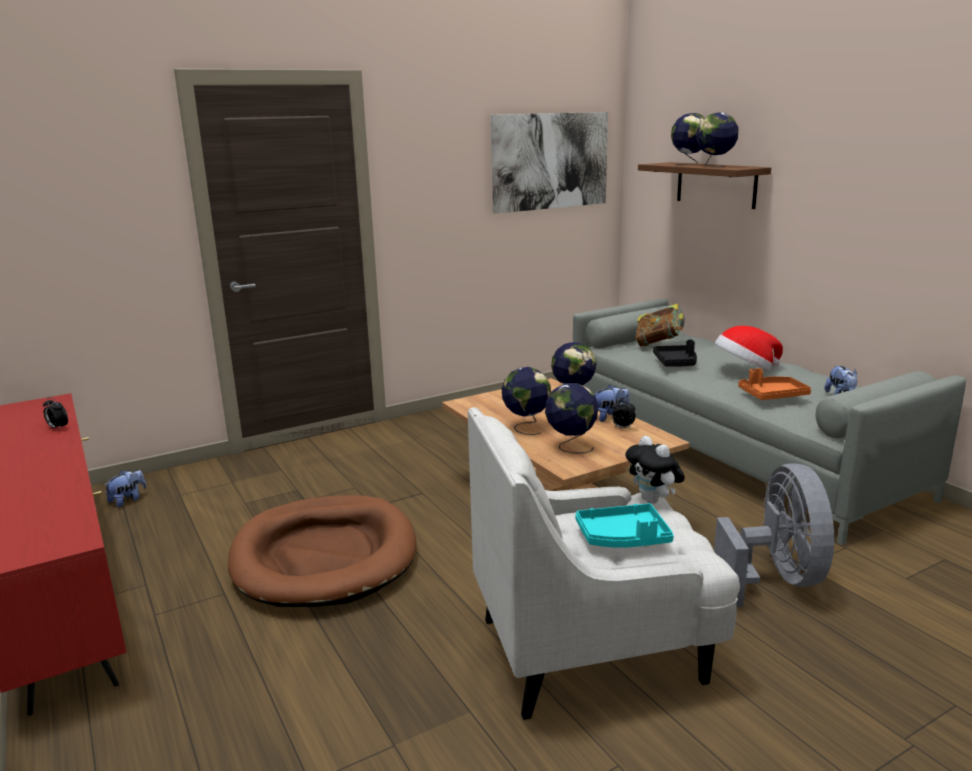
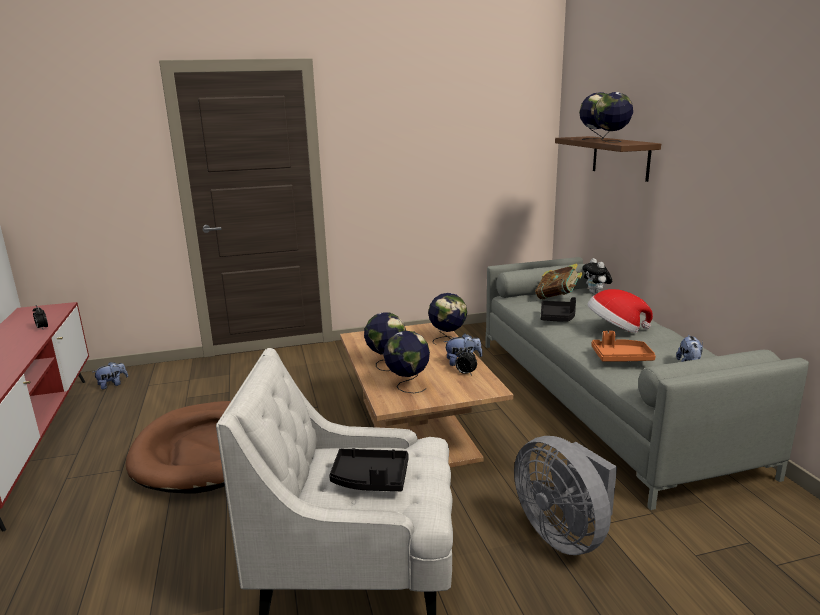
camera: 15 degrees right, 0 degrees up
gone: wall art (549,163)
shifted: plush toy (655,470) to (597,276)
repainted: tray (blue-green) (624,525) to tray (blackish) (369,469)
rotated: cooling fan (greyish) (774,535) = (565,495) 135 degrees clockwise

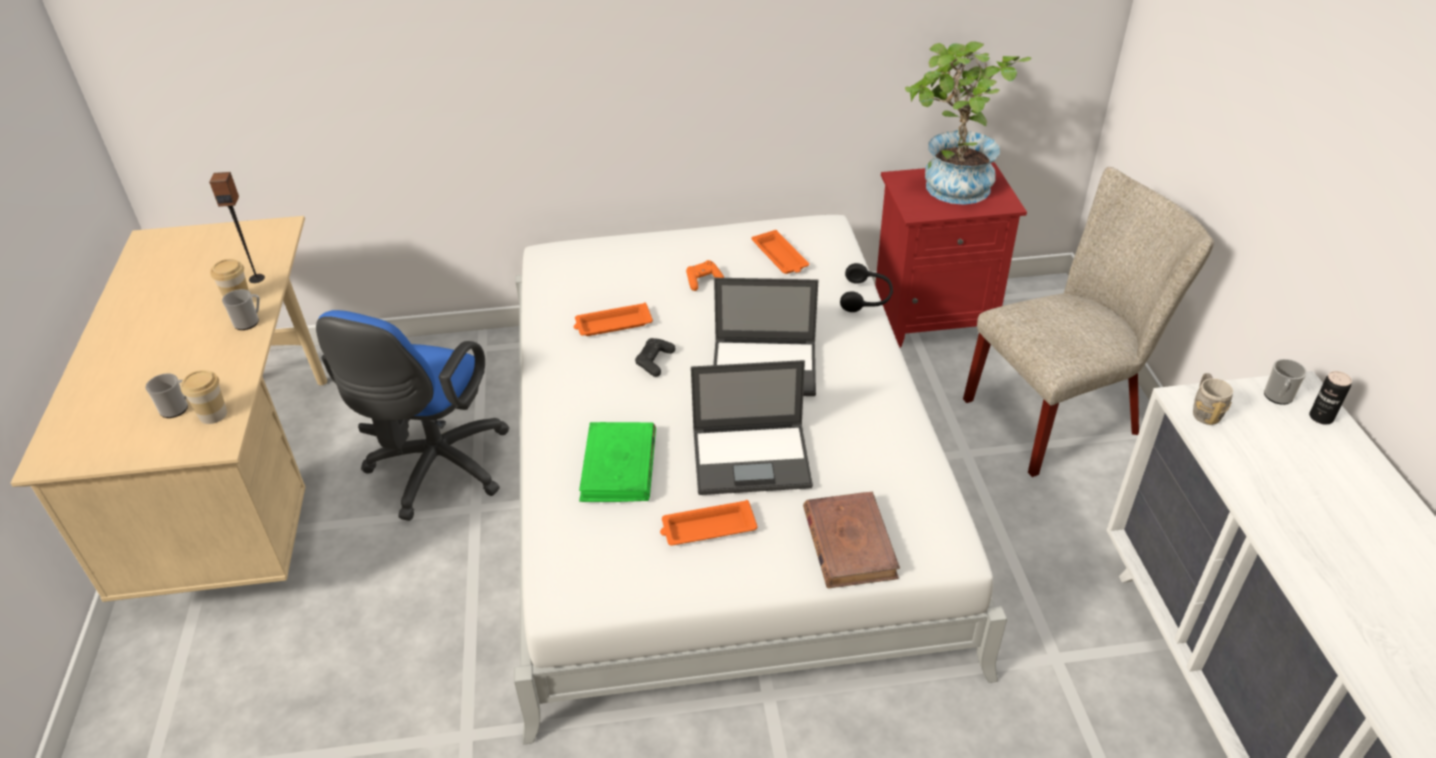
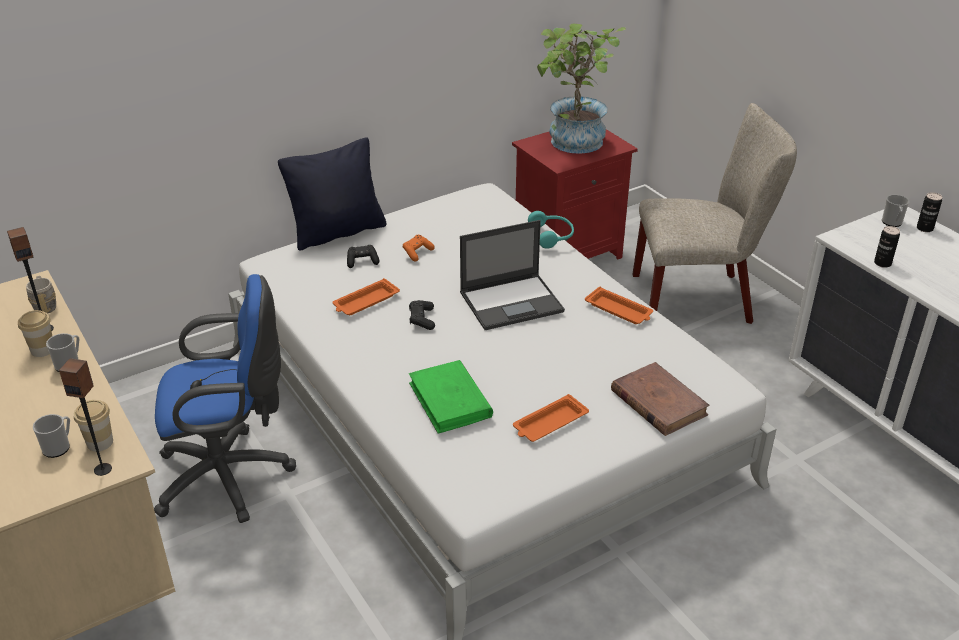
camera: 25 degrees left, 5 degrees down
gone: laptop (752,427)
new: loudspeaker (85,417); throw pillow (blackish) (332,194); game controller (blackish) (363,256); can (887,247)
shifted: tray (orange) (780,252) to (619,305); coffee mug (greyish) (1213,399) to (41,295)
repainted: headphones (blackish) (866,287) to headphones (blue-green) (551,230)
rotated: office chair (blue) (412,415) = (225,398) 90 degrees counterclockwise; plain chair (beige) (1088,322) = (715,213) 45 degrees clockwise

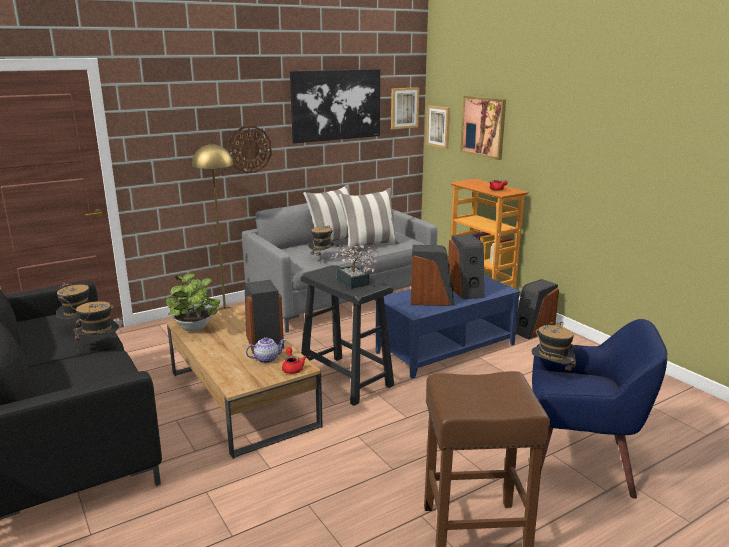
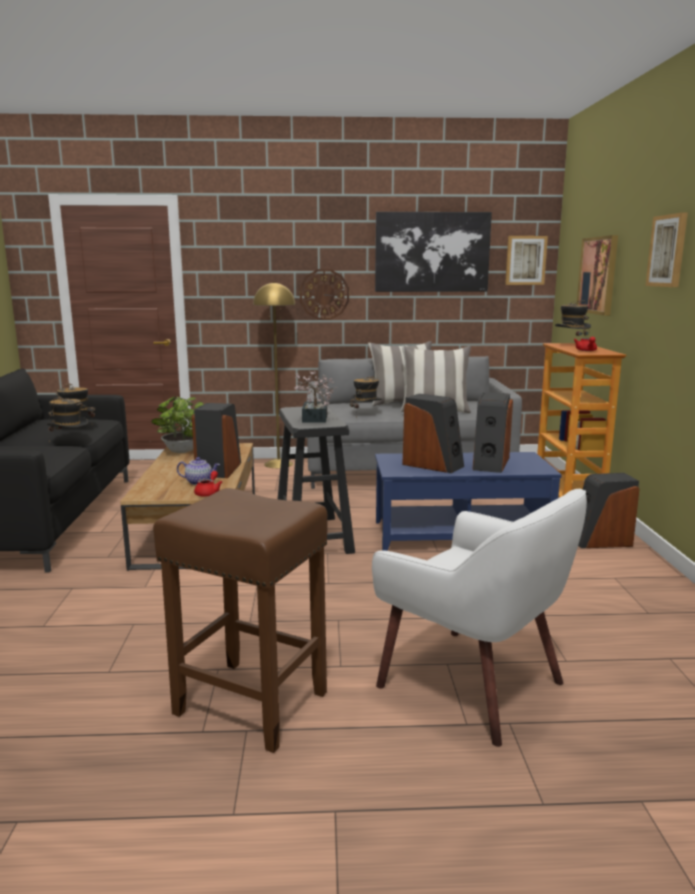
camera: 30 degrees right, 5 degrees down
shifted: wall art (438,127) to (666,249); hat (553,349) to (573,318)
repainted: lounge chair (blue) (600,409) to lounge chair (white) (479,618)

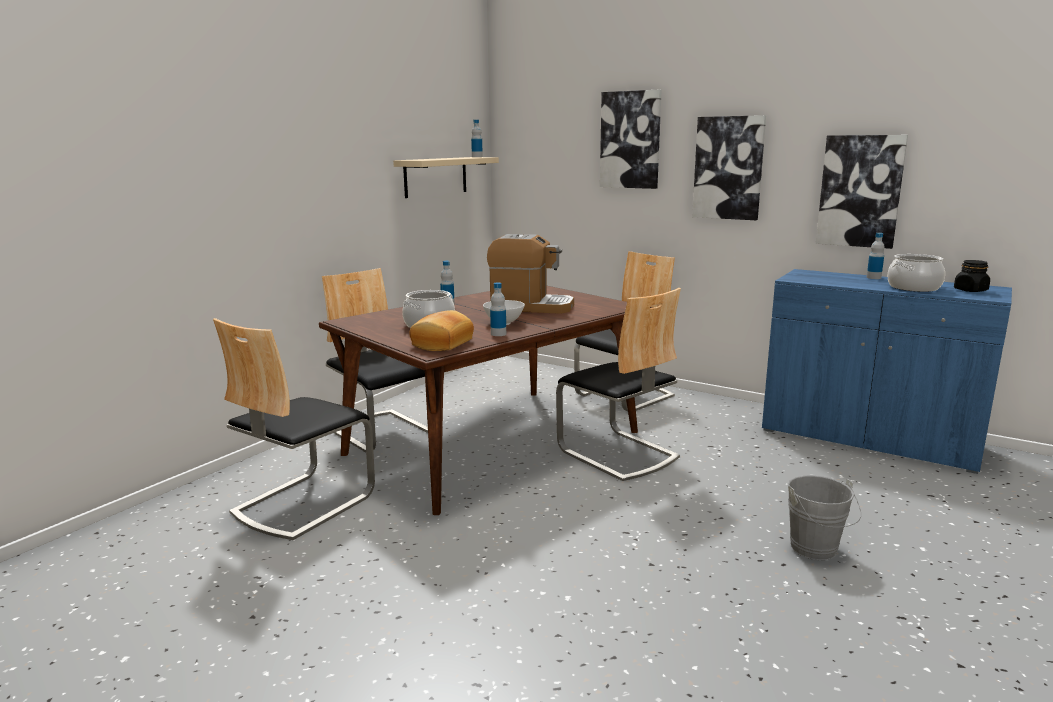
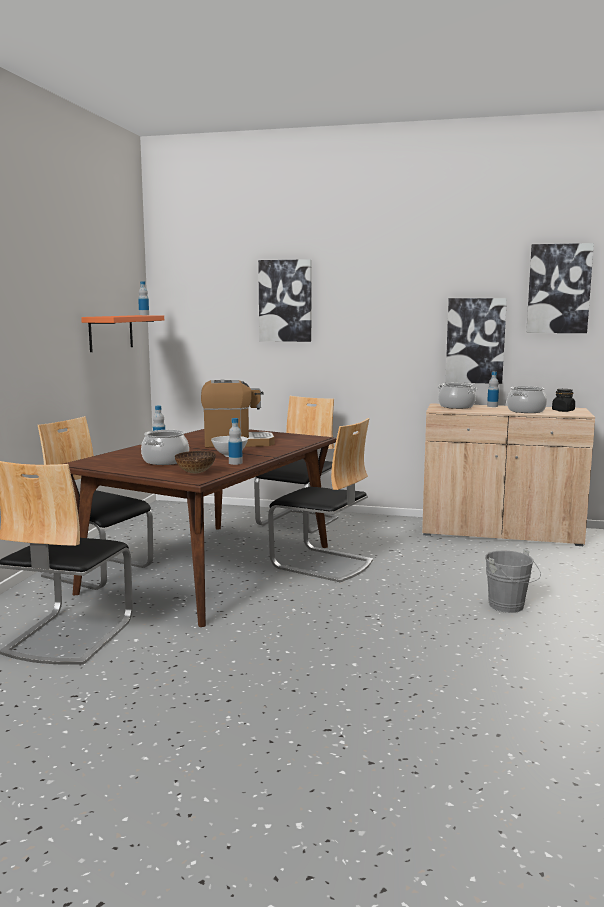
camera: 20 degrees left, 5 degrees down
new: saucepot (457,396)
shifted: wall art (729,167) to (560,288)
swapped: bread (441,330) to serving bowl (195,462)
repainted: bracket shelf (beige) (446,177) to bracket shelf (orange) (122,333); storage cabinet (blue) (887,371) to storage cabinet (beige) (508,474)

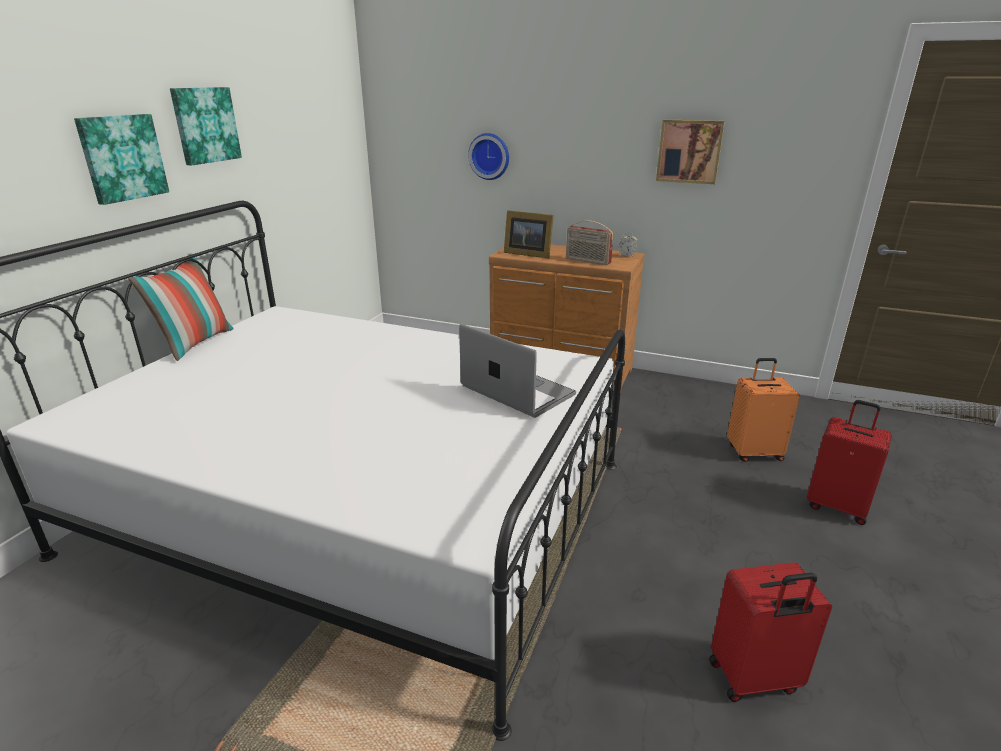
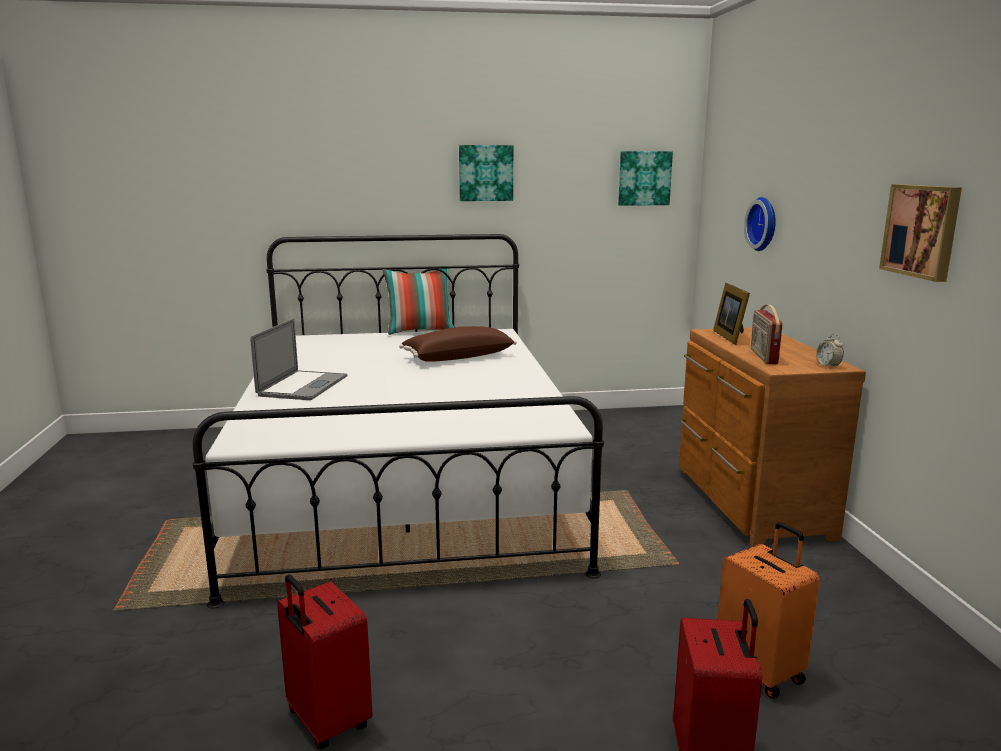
camera: 60 degrees right, 10 degrees down
new: throw pillow (brownish) (458,344)
shifted: wall art (121,159) to (645,178); laptop (517,371) to (298,359)

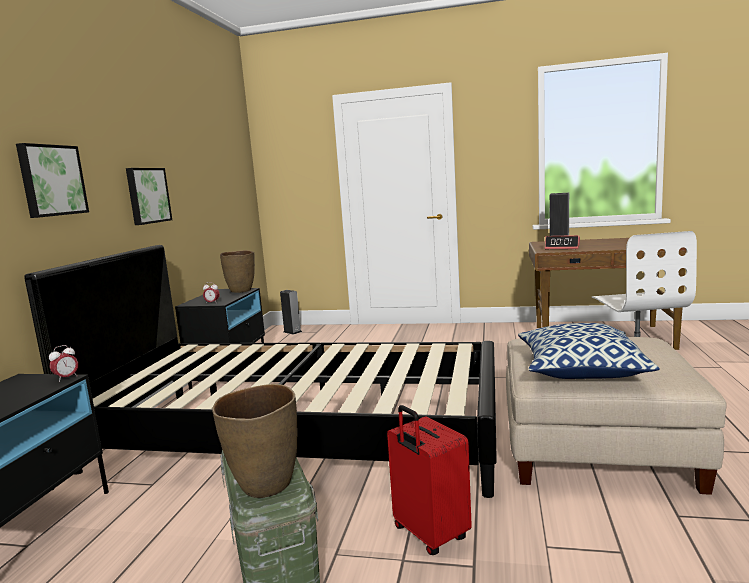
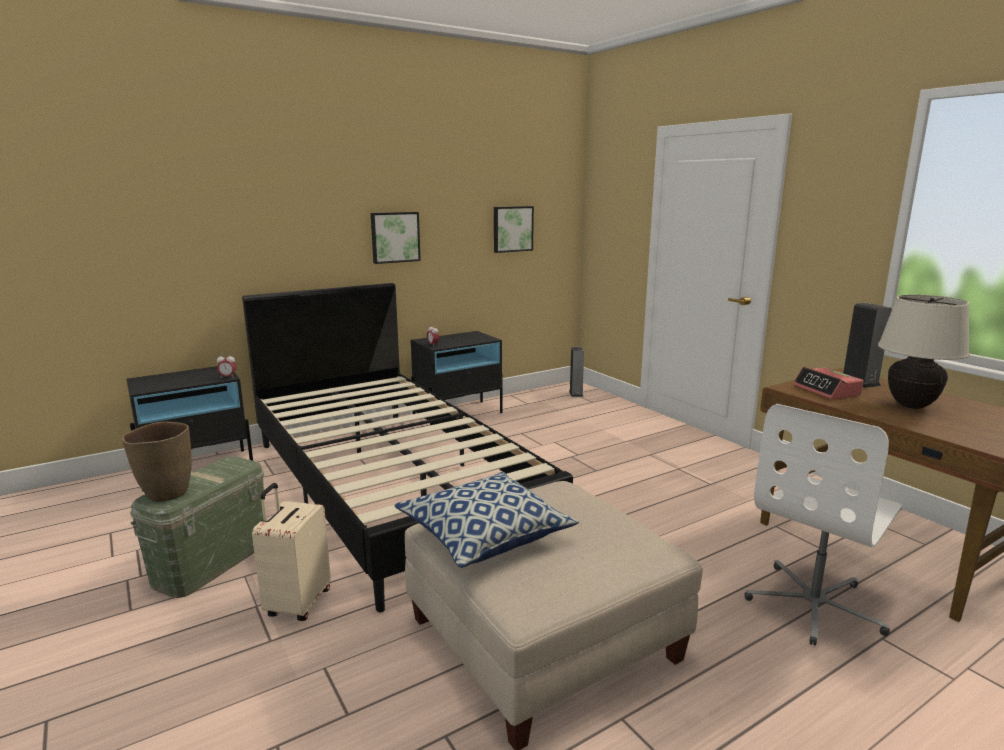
camera: 45 degrees right, 5 degrees up
gone: vase (brownish) (237,271)
new: tabletop lamp (beige) (924,352)
shifted: wall art (52,180) to (514,229)
repainted: travel case (red-coloured) (429,480) to travel case (beige) (291,552)

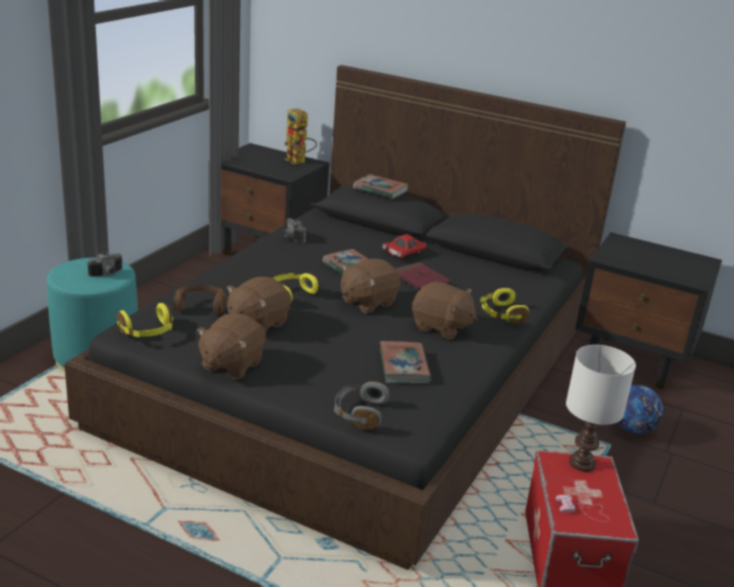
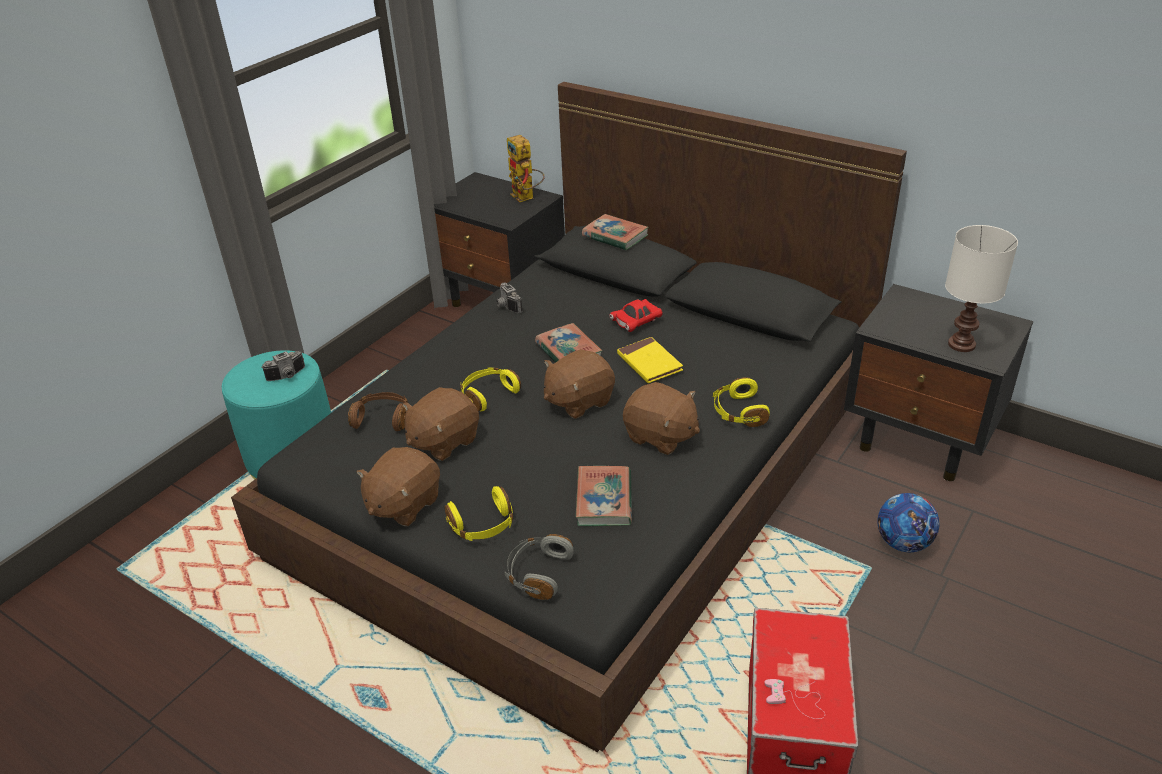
camera: 10 degrees right, 10 degrees up
shifted: headphones (yellow) (145,320) to (479,513); tabletop lamp (white) (601,408) to (981,288)
repainted: bound book (red-coloured) (422,276) to bound book (yellow) (650,360)

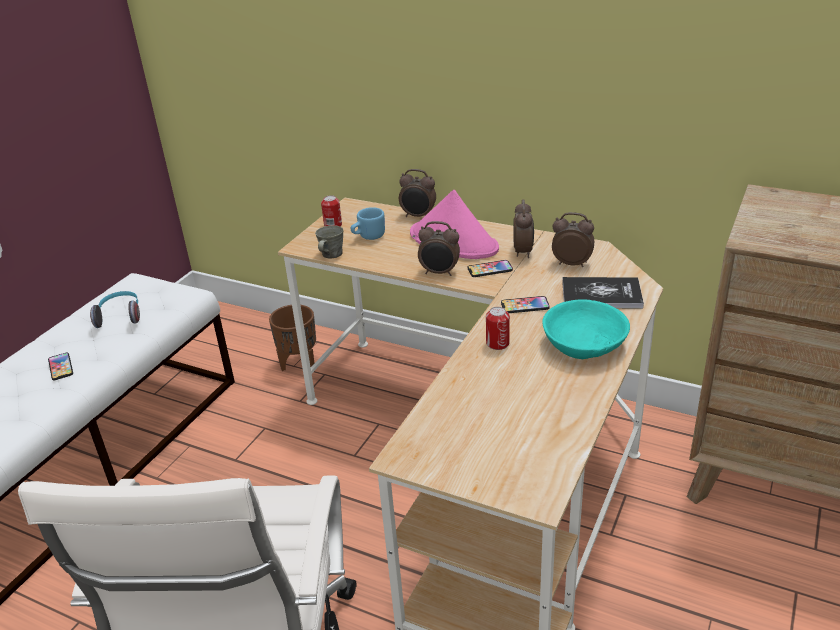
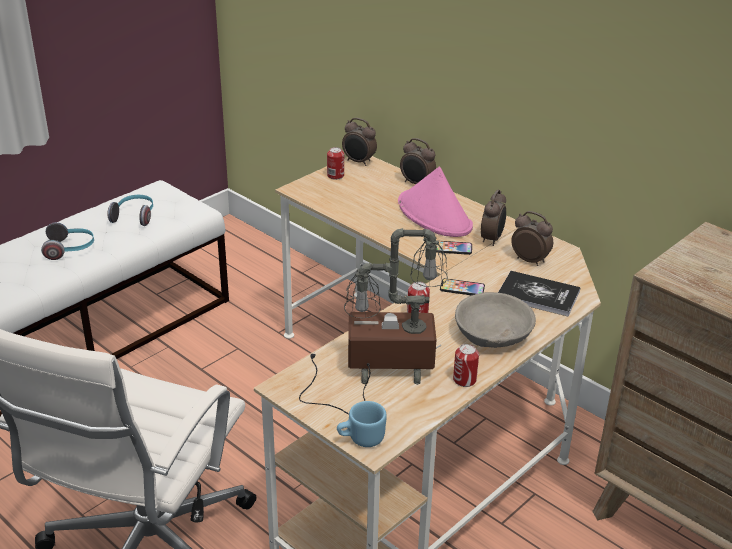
camera: 15 degrees right, 0 degrees up
gone: planter (brownish) (292,338); coffee mug (greyish) (329,242)
new: tabletop lamp (373,321); can (466,365)
shifted: coffee mug (blue) (368,223) to (362,424); bedside clock (439,248) to (359,142)
swapped: phone (60,366) to headphones (67,241)
repainted: serving bowl (blue-green) (586,329) to serving bowl (greyish) (495,320)

